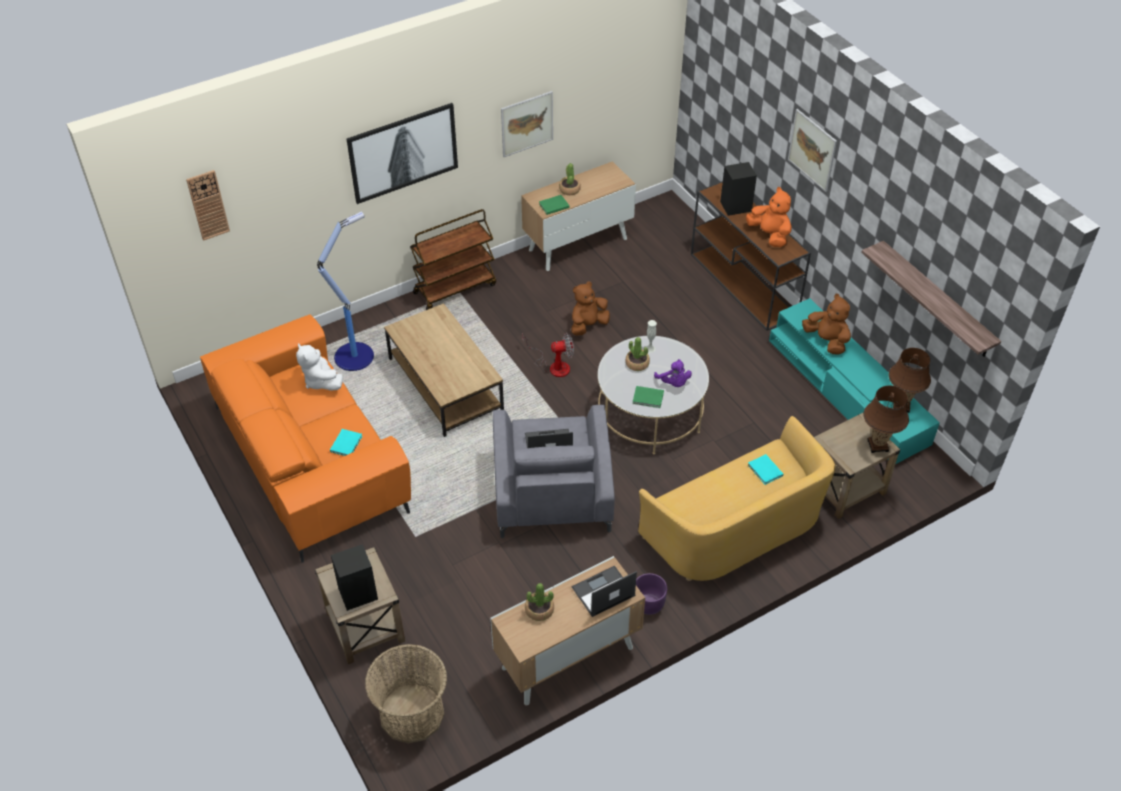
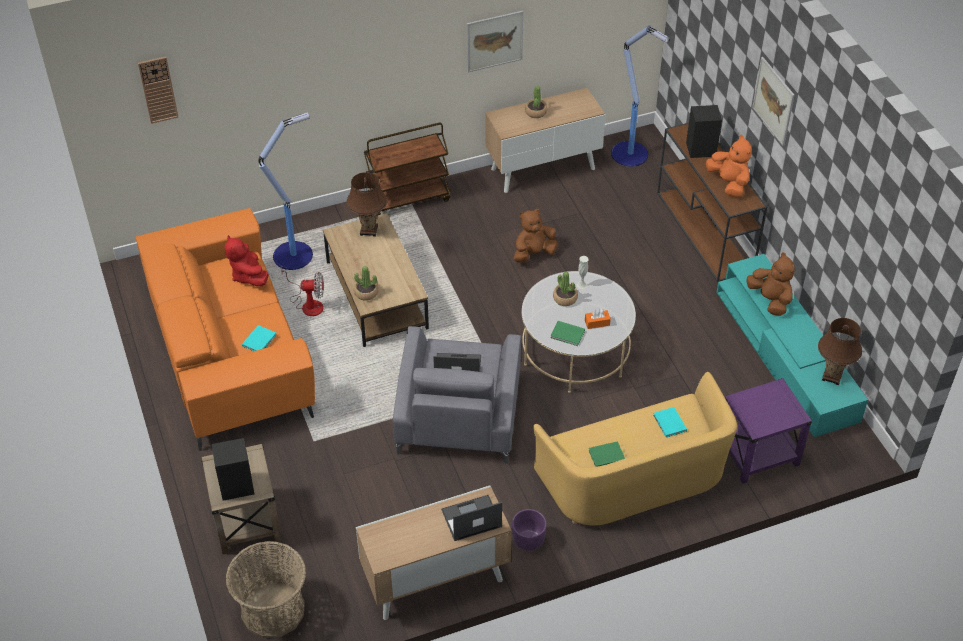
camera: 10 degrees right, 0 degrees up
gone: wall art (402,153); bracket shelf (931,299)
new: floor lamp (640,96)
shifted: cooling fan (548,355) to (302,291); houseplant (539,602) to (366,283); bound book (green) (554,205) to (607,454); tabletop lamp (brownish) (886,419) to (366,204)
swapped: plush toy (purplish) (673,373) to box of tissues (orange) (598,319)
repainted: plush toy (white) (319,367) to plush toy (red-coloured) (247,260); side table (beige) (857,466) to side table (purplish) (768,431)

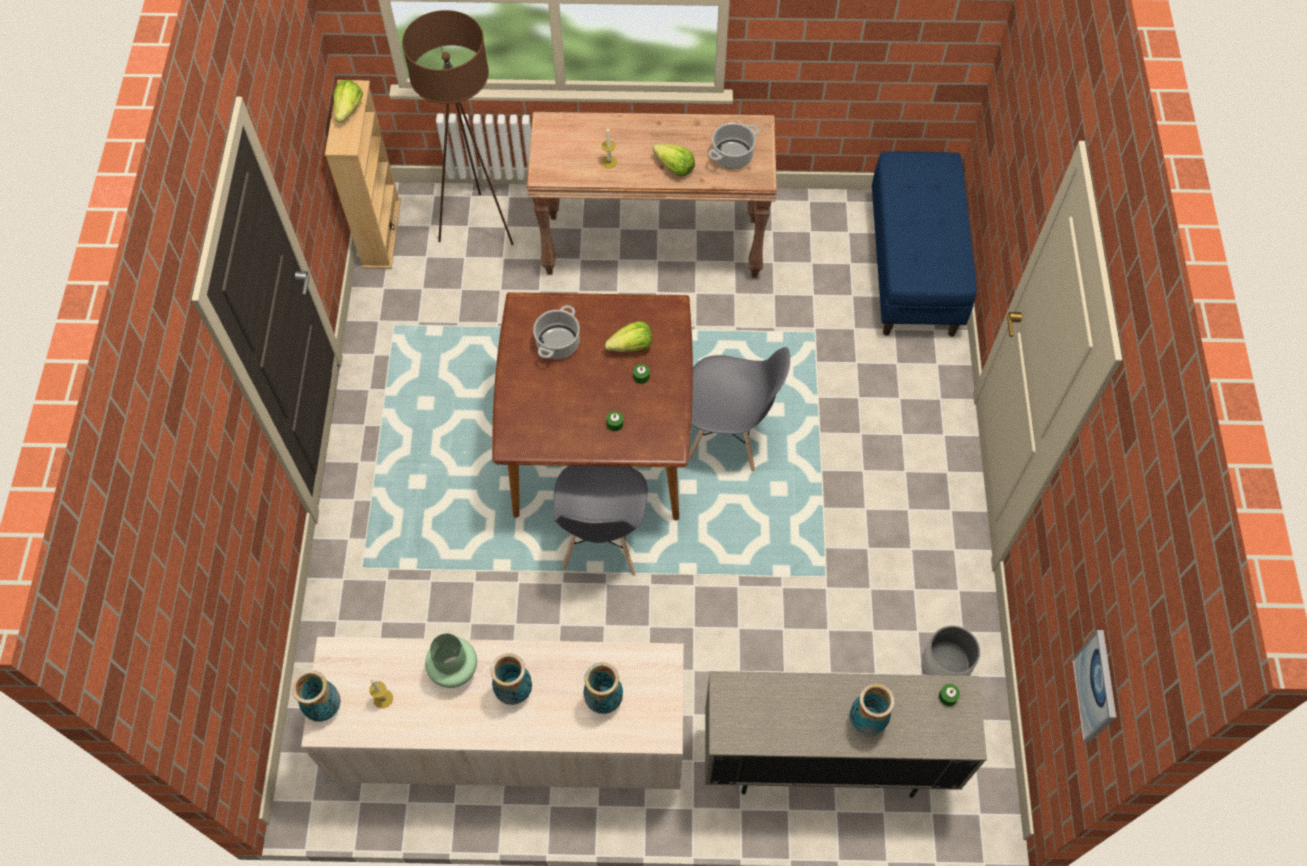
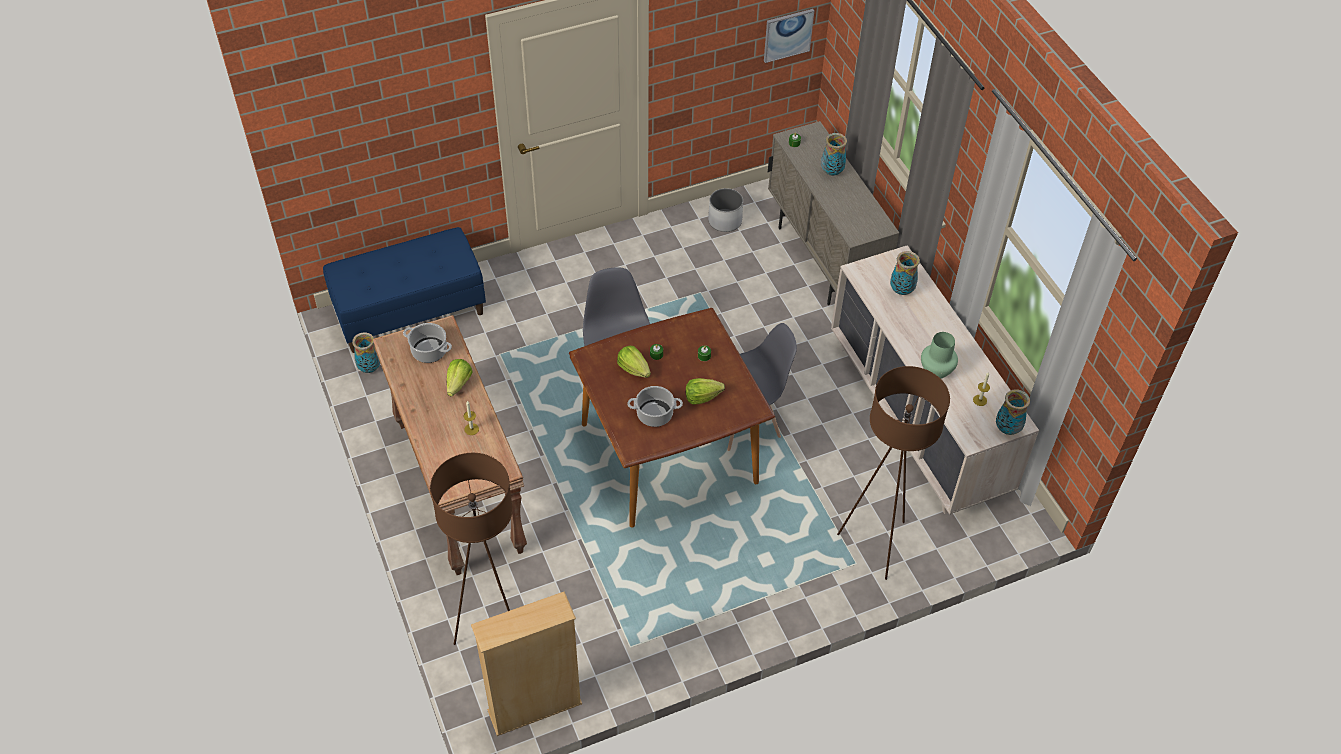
camera: 115 degrees left, 10 degrees down
new: floor lamp (brownish) (893,473)
shifted: head of lettuce (348,101) to (705,391); vase (511,679) to (366,352)

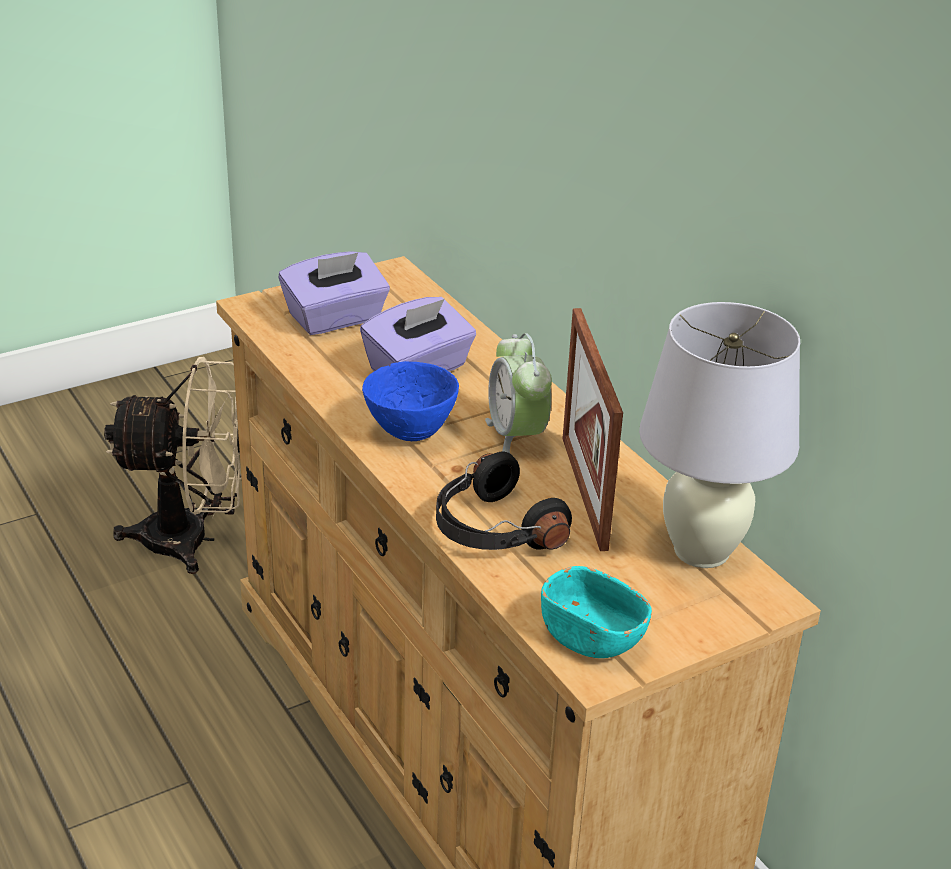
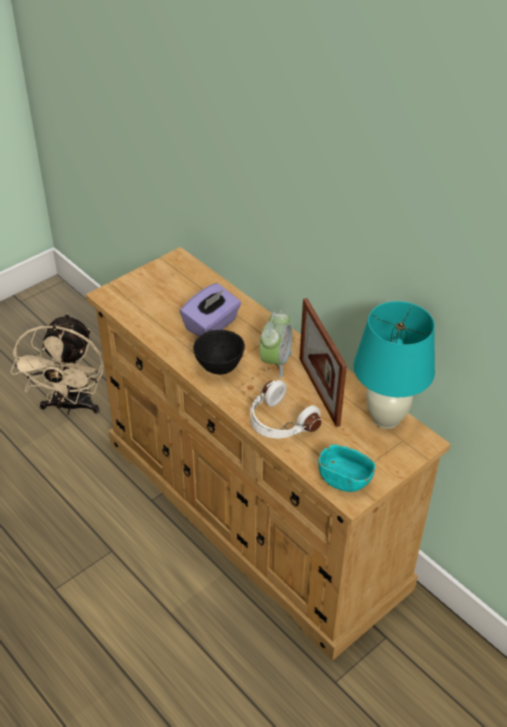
camera: 10 degrees left, 10 degrees up
gone: box of tissues (purplish) (334,293)
repainted: serving bowl (blue) (410,401) to serving bowl (blackish) (219,352); headphones (blackish) (504,501) to headphones (white) (286,409); tabletop lamp (white) (719,435) to tabletop lamp (blue-green) (394,365)
rotated: cooling fan (beige) (172,465) = (57,363) 105 degrees clockwise; bedside clock (518,393) = (276,344) 135 degrees counterclockwise

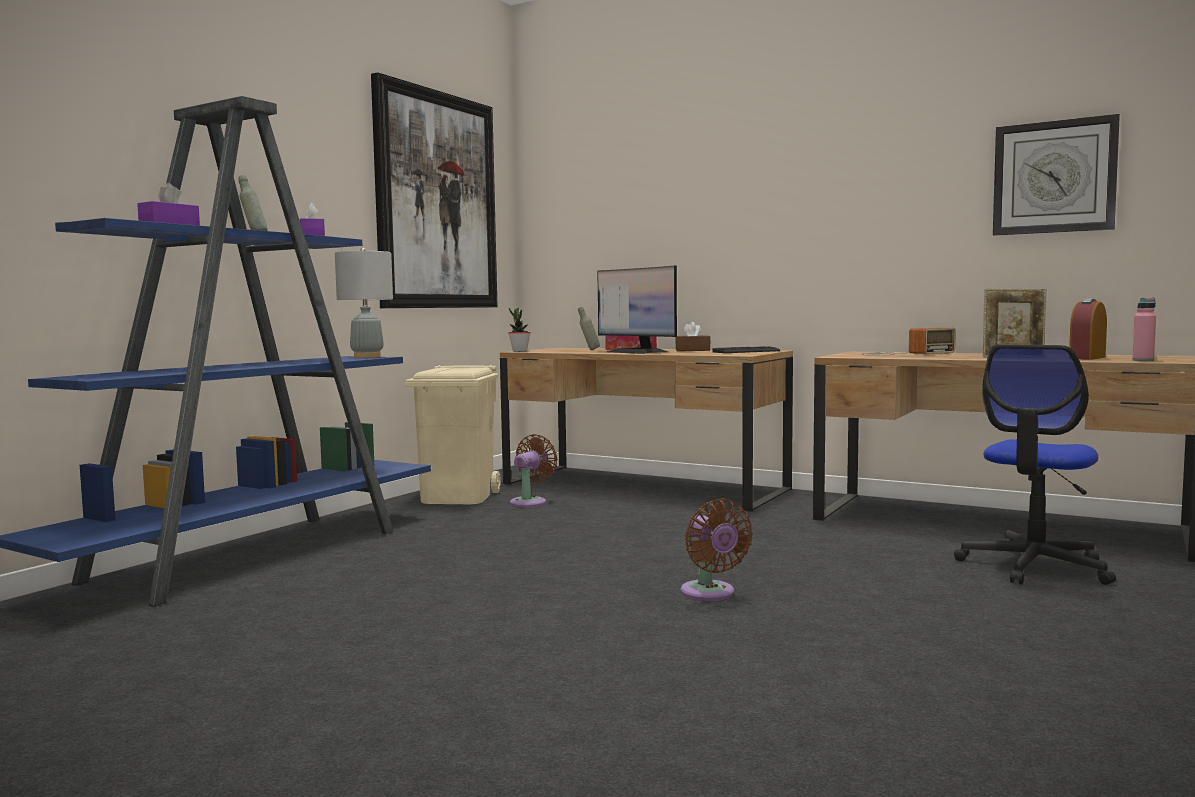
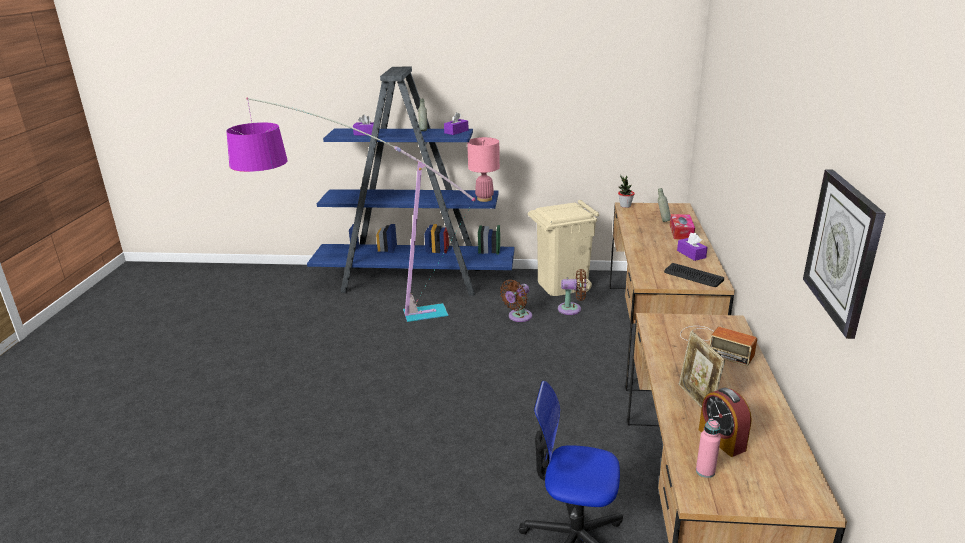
camera: 65 degrees right, 20 degrees up
gone: wall art (434,190); computer screen (637,310)
new: floor lamp (351,209)
shifted: cooling fan (brownish) (716,550) to (516,301)
repainted: tabletop lamp (greyish) (364,303) to tabletop lamp (pinkish) (483,169); box of tissues (brownish) (693,336) to box of tissues (purplish) (692,246)
rotated: bedside clock (1088,329) = (725,422) 135 degrees counterclockwise

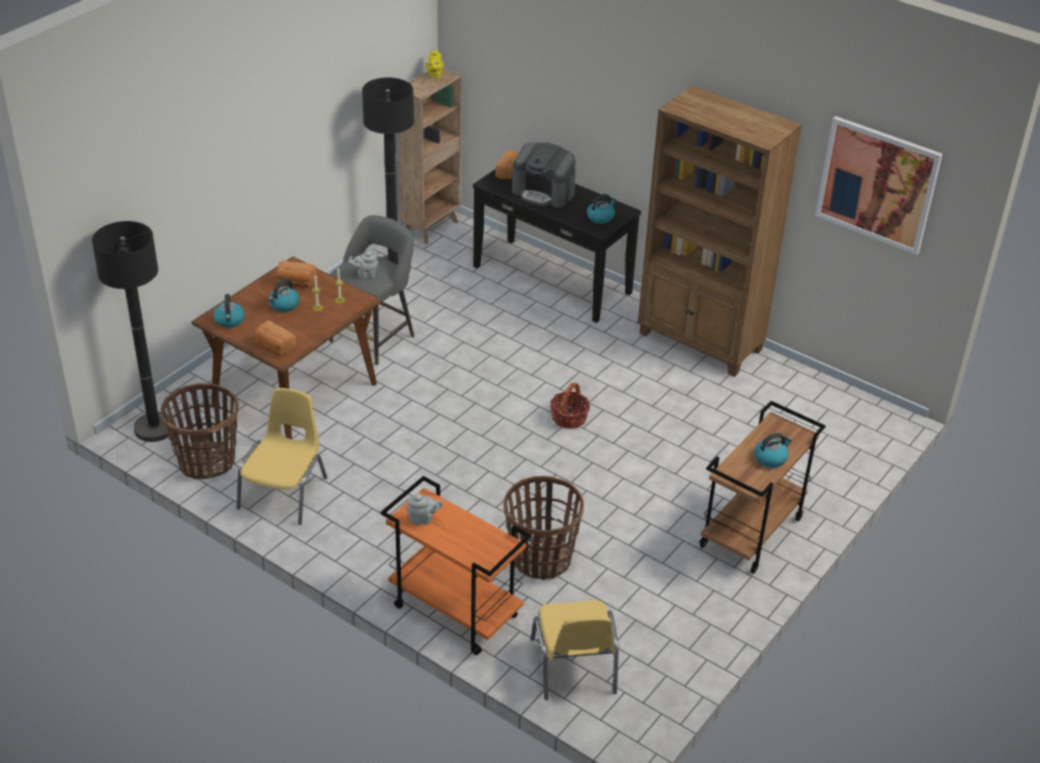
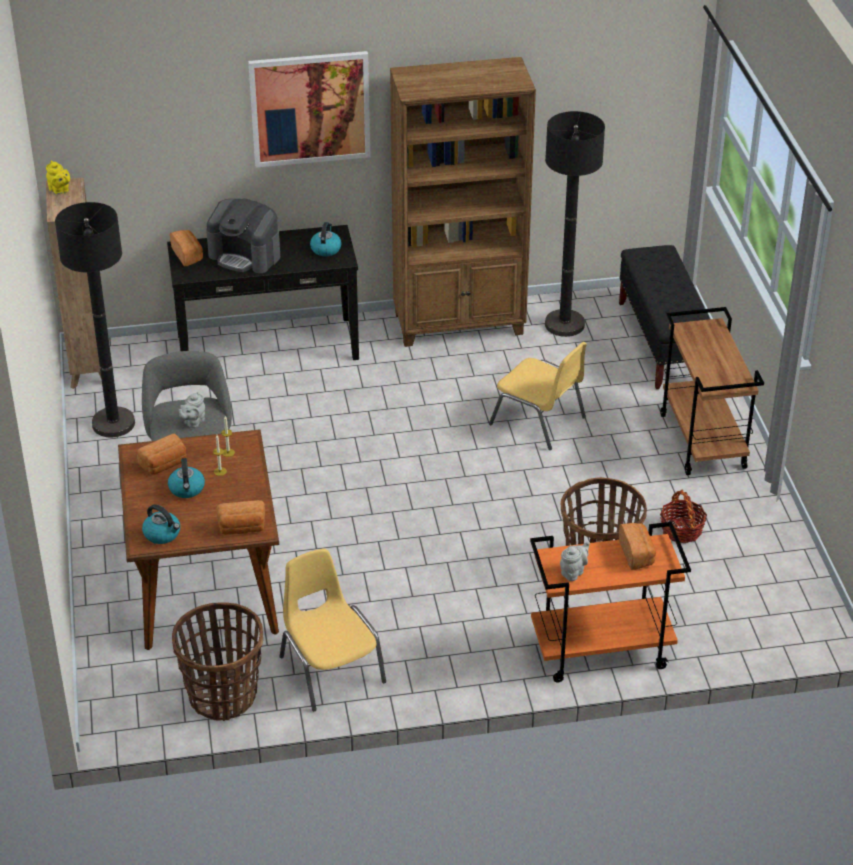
camera: 45 degrees left, 0 degrees up
gone: tea kettle (773,450)
new: bench (blackish) (664,317); bread (637,546)
shifted: floor lamp (blackish) (132,331) to (575,224); plain chair (yellow) (575,650) to (538,396); household basket (570,406) to (683,516); wall art (878,185) to (309,109)
rotated: coffee brewer (544,175) = (243,235) 45 degrees clockwise

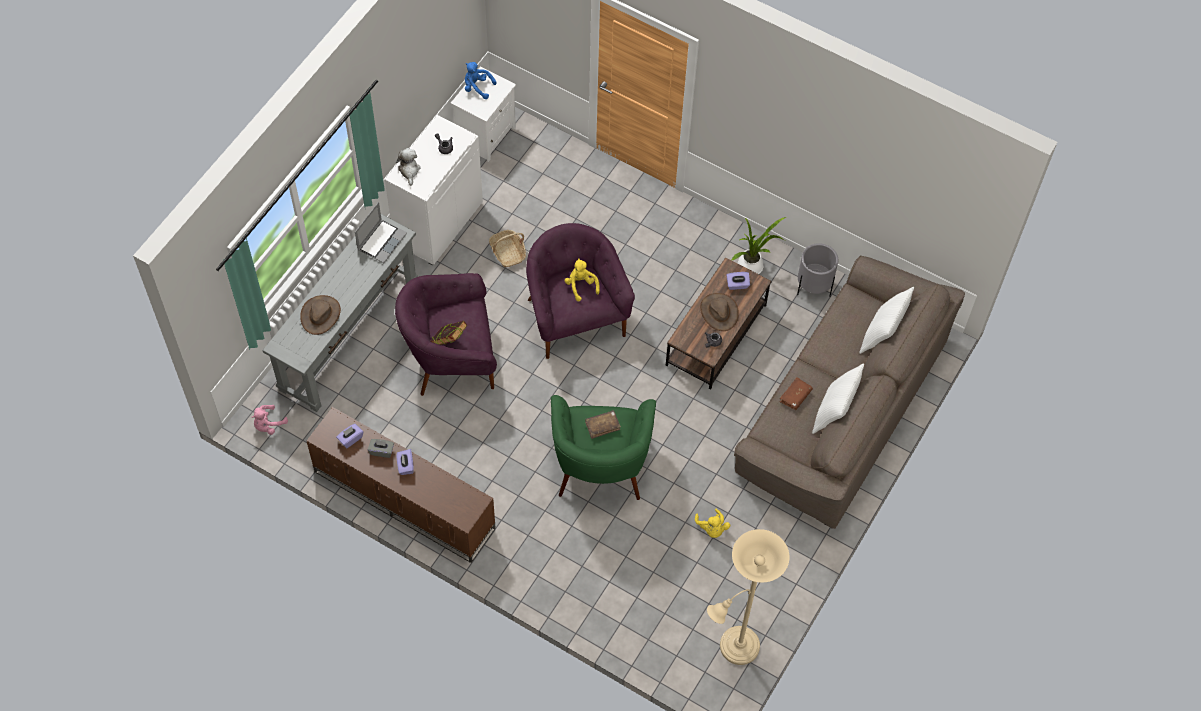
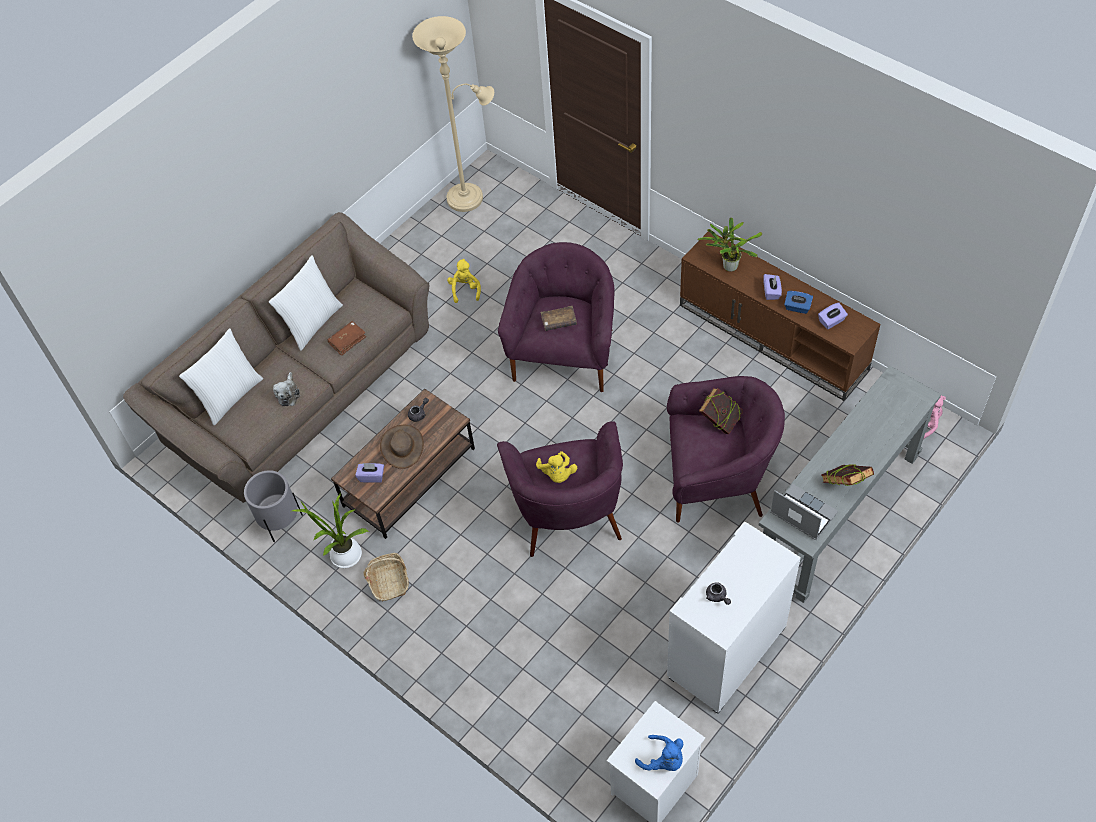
camera: 165 degrees left, 5 degrees down
gone: hat (brownish) (320,315)
new: houseplant (730,244); bound book (848,475)
shifted: plush toy (408,167) to (286,389); household basket (507,248) to (386,577)
repainted: box of tissues (greyish) (381,448) to box of tissues (blue) (798,302); lounge chair (green) (603,447) to lounge chair (purplish) (556,317)
rotated: laptop (381,232) = (804,512) 90 degrees clockwise

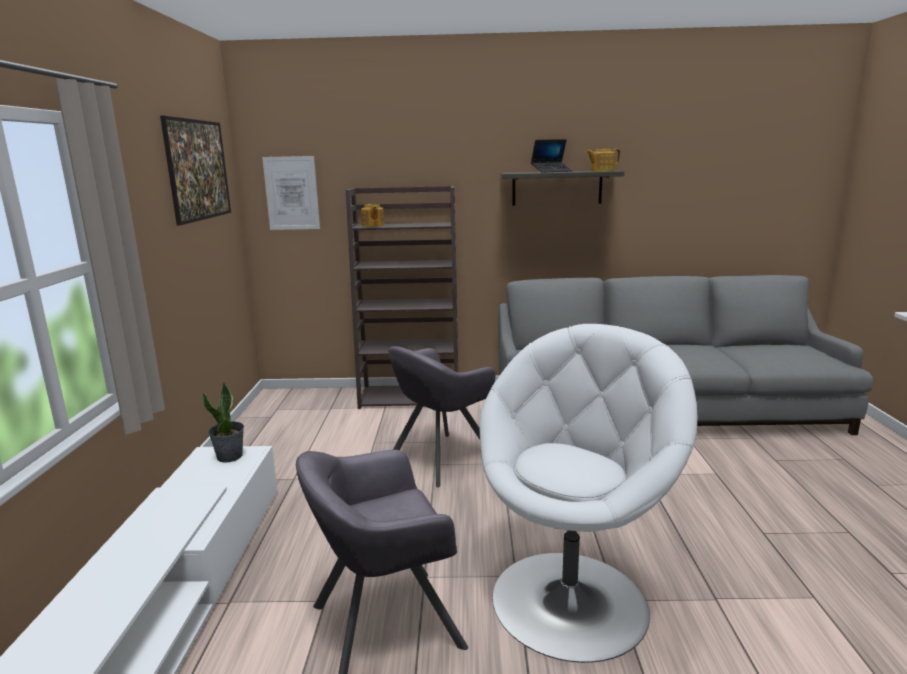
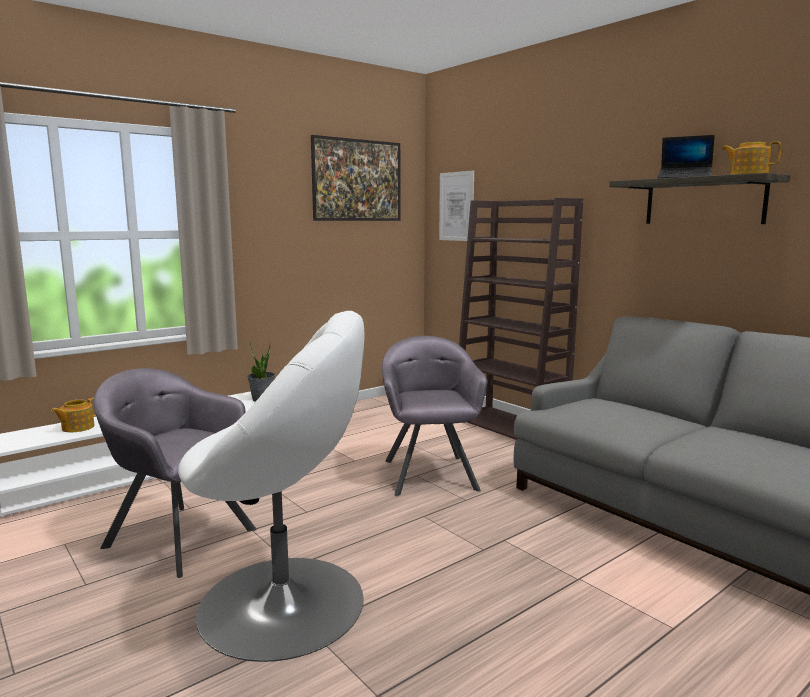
camera: 50 degrees right, 5 degrees down
shifted: teapot (373,215) to (73,415)
rotated: lounge chair (greyish) (441,416) = (434,416) 75 degrees clockwise

